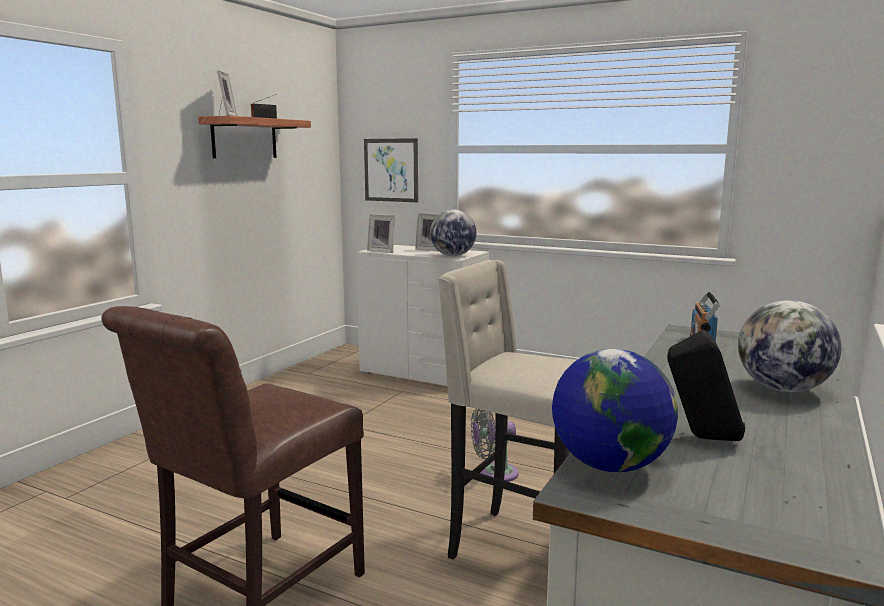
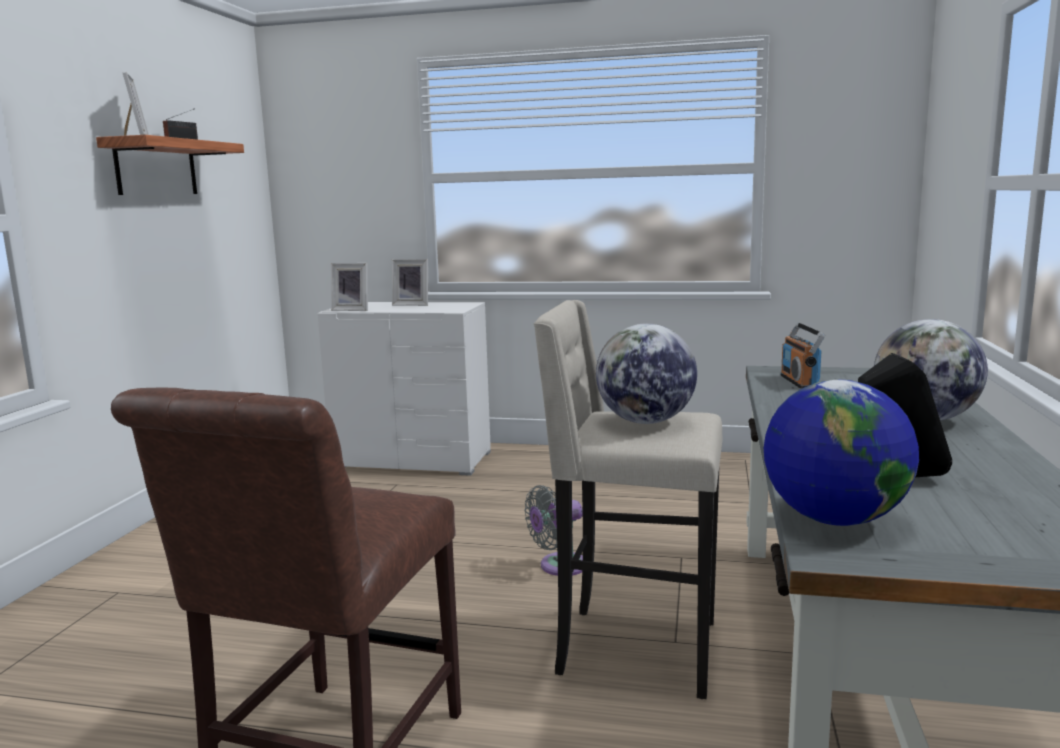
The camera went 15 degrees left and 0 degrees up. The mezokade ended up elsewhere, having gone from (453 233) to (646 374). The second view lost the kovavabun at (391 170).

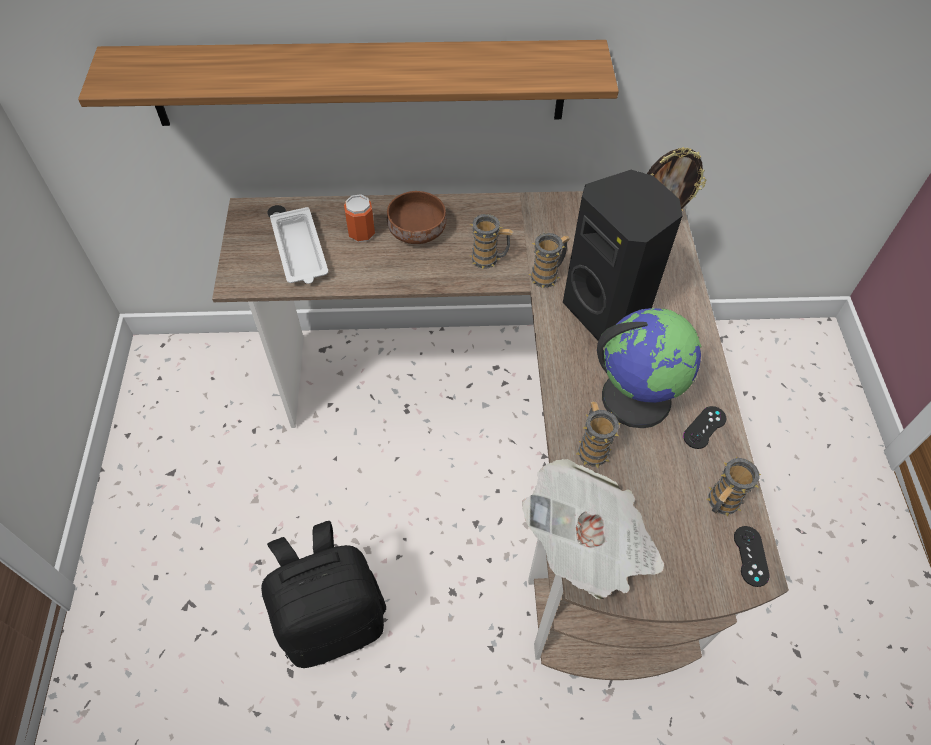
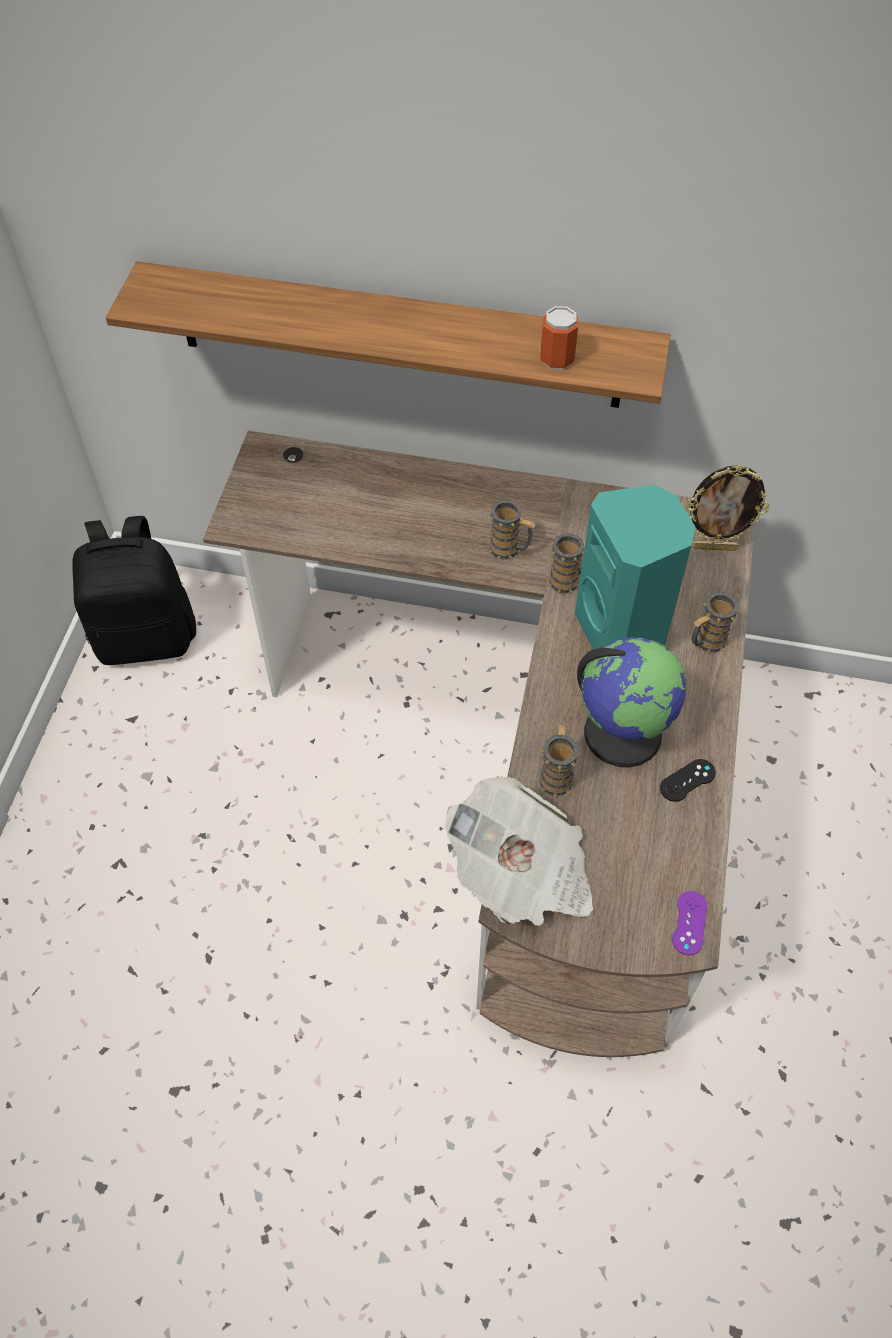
The camera went 15 degrees right and 0 degrees up. The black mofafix ended up elsewhere, having gone from (323 594) to (134 590). The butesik ended up elsewhere, having gone from (359 218) to (559 338). What was the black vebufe at (622 255) turned into the turquoise vebufe at (635 567). What was the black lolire at (752 556) turned into the purple lolire at (689 923). The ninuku ended up elsewhere, having gone from (733 487) to (716 622). The second view lost the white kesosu at (299 245). The second view lost the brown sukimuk at (416 217).

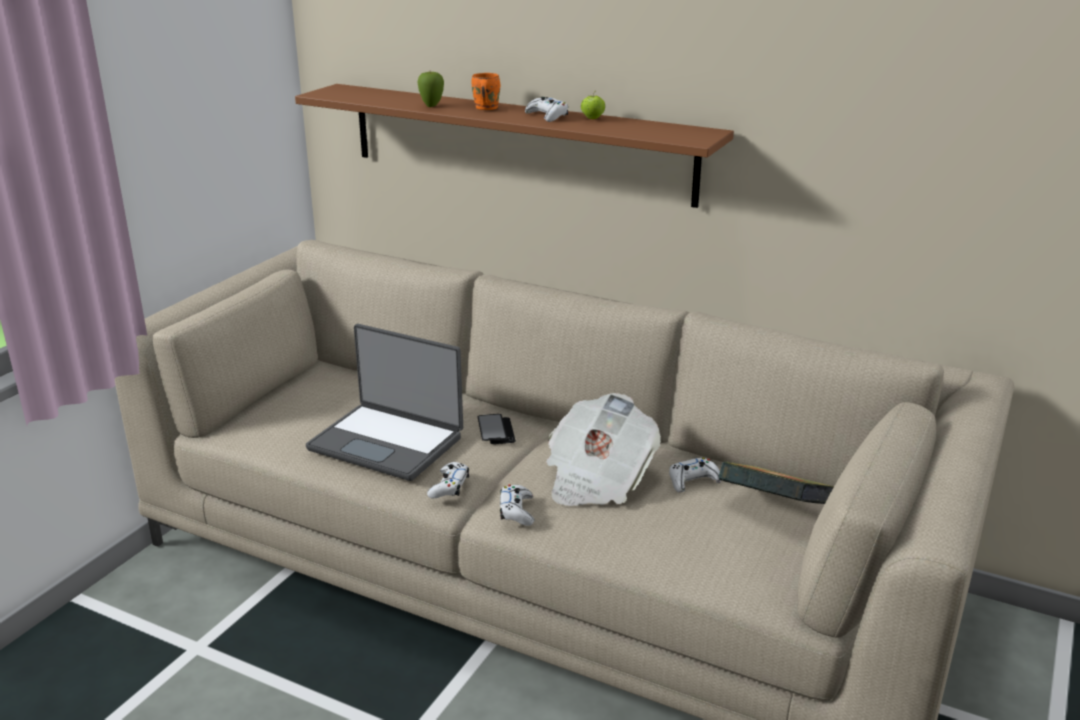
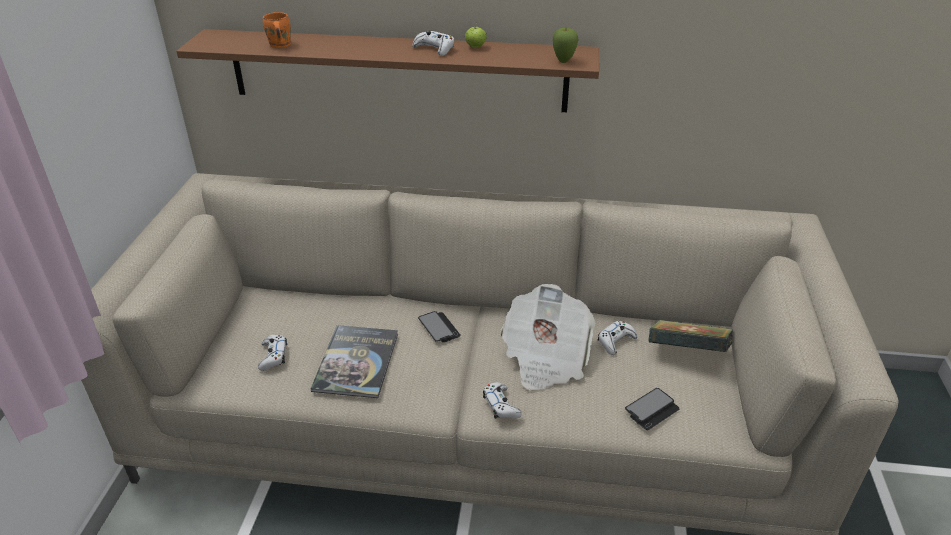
The camera went 20 degrees left and 10 degrees up. The white lolire ended up elsewhere, having gone from (448 480) to (272 353). The orange ninuku ended up elsewhere, having gone from (486 91) to (277 30). Where the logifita stood at (384 402), the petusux came to stand at (354 361). The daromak ended up elsewhere, having gone from (430 89) to (566 45). The second view gained the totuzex at (652 409).

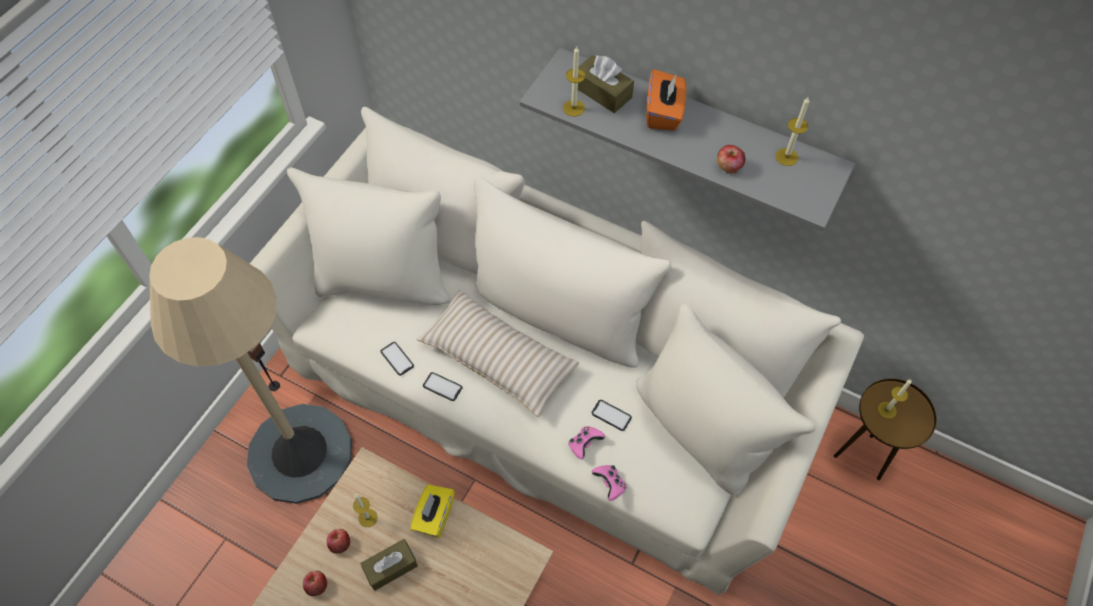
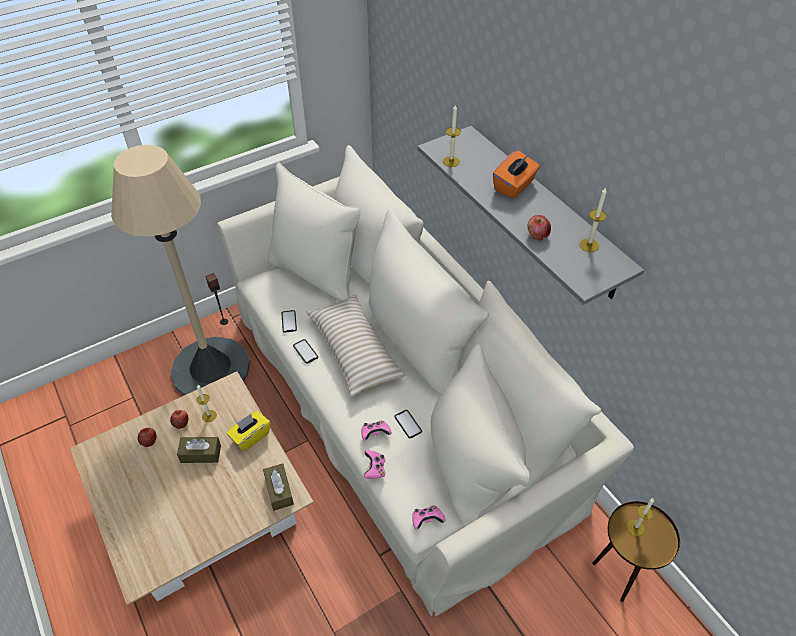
The camera went 30 degrees right and 10 degrees down. The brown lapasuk ended up elsewhere, having gone from (606 84) to (278 487). The second view gained the pink lolire at (428 517).

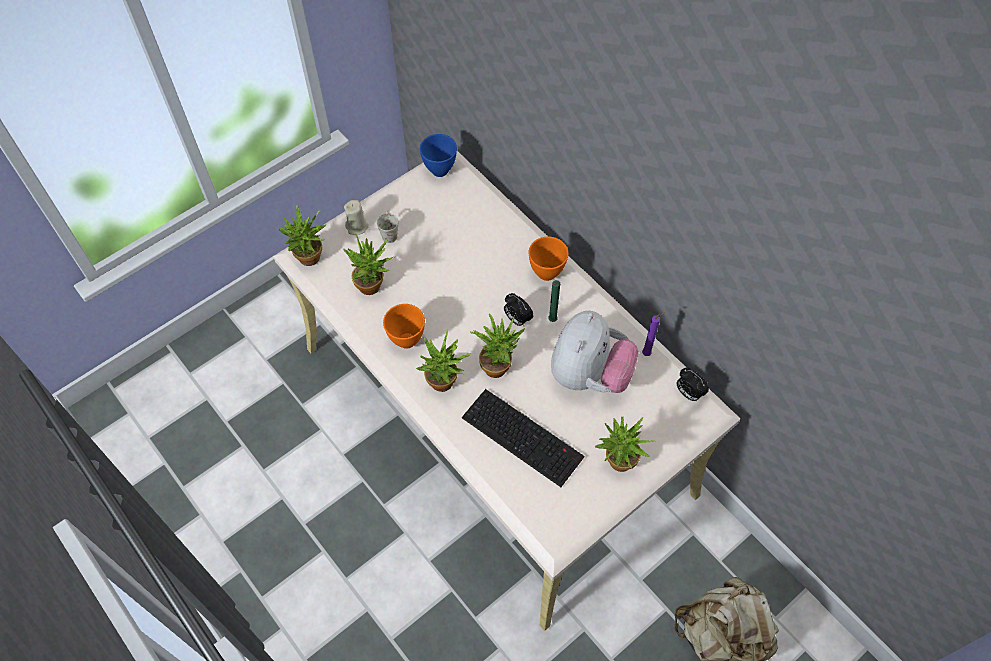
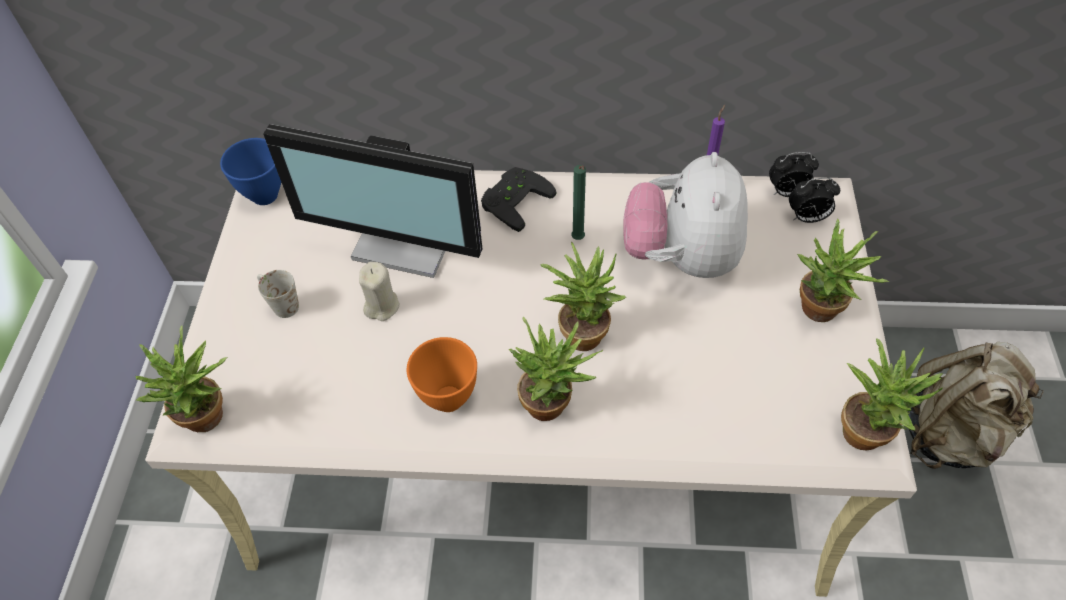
The camera went 45 degrees left and 5 degrees down. The second view gained the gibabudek at (373 201). The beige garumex ended up elsewhere, having gone from (356 217) to (379 291). Where the orange sukimuk stood at (548 259), the black lolire came to stand at (519 199). The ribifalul at (595 352) ended up facing another way, 150 degrees counterclockwise from before. The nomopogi ended up elsewhere, having gone from (518 309) to (814 200). The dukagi ended up elsewhere, having gone from (369 264) to (892 394). The second view lost the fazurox at (523 438).

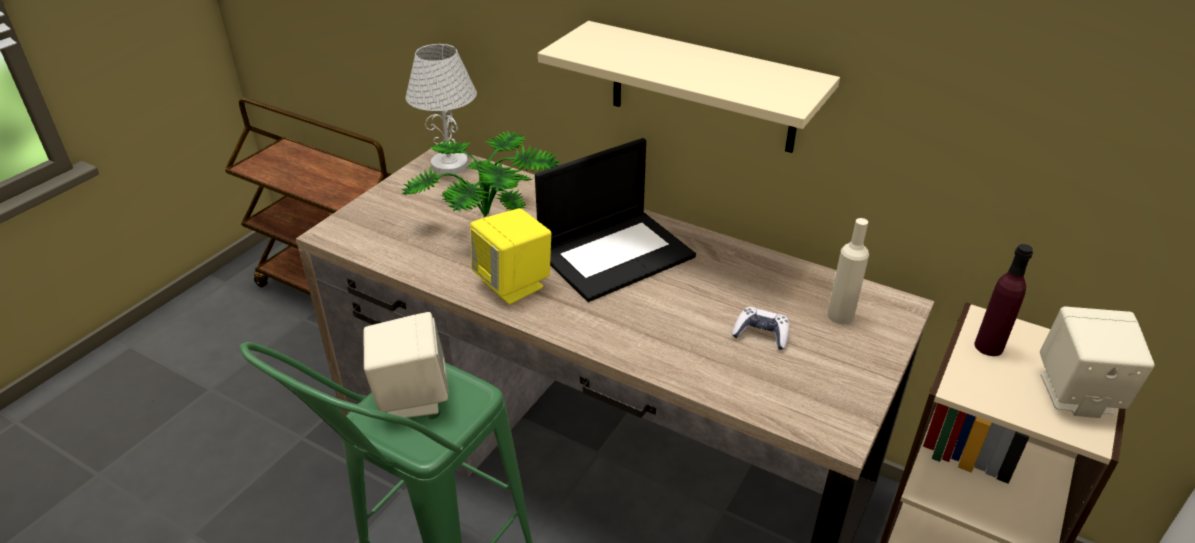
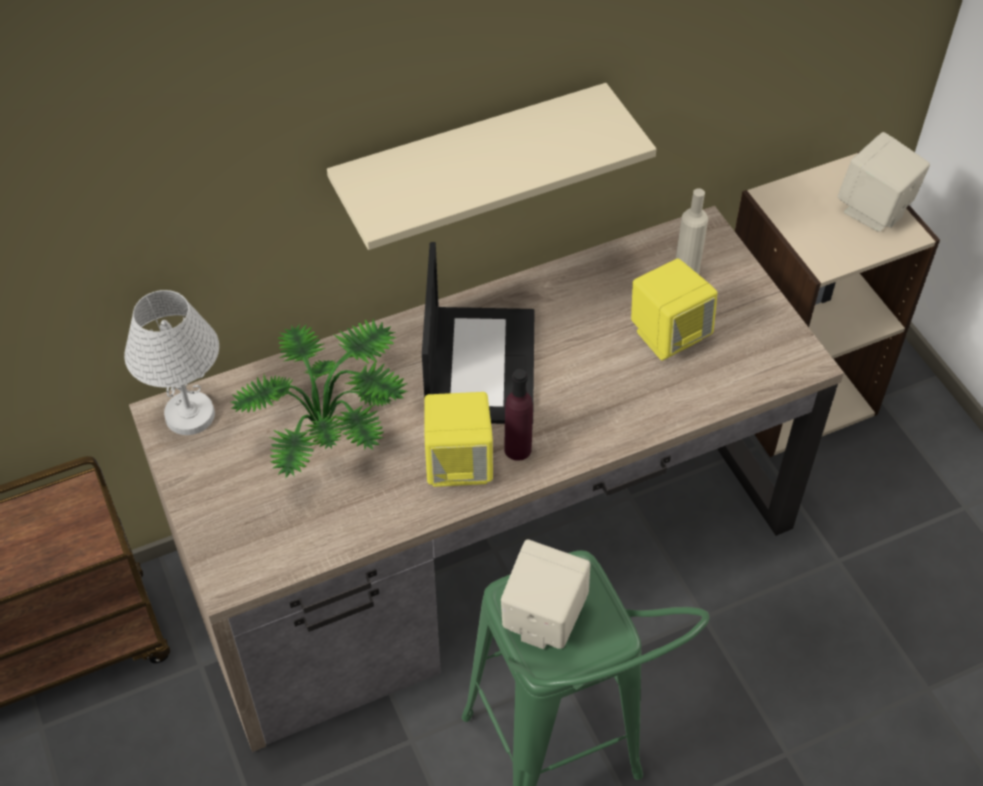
The camera went 55 degrees left and 15 degrees up. The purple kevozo ended up elsewhere, having gone from (1003 300) to (518 415). Where the lolire stood at (760 328), the yellow vebufe came to stand at (674 309).

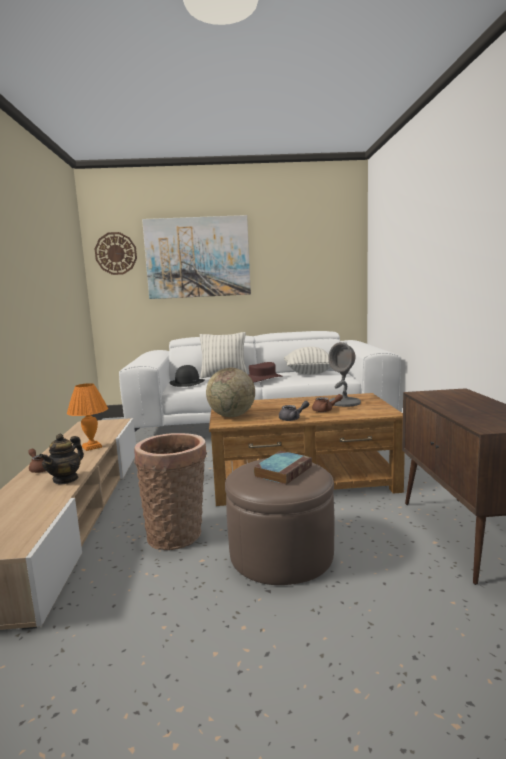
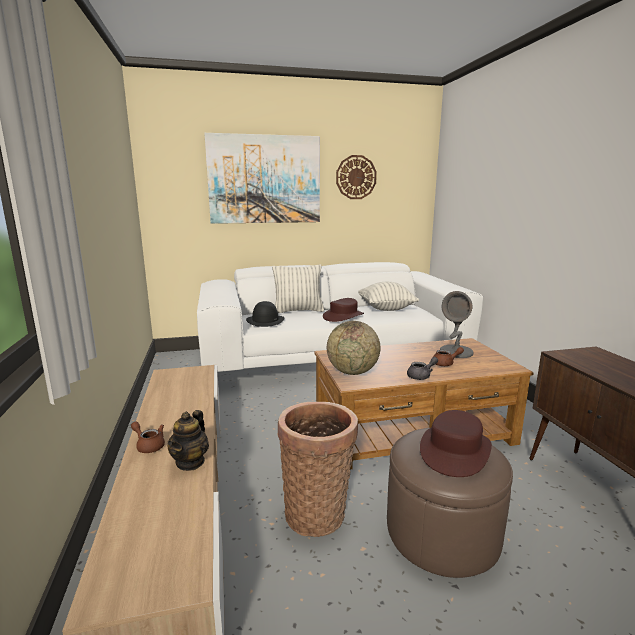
The camera went 10 degrees left and 5 degrees up. The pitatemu ended up elsewhere, having gone from (116 253) to (356 177). Where the petusux stood at (282 468), the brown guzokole came to stand at (456 443). The second view lost the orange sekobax at (87 417).

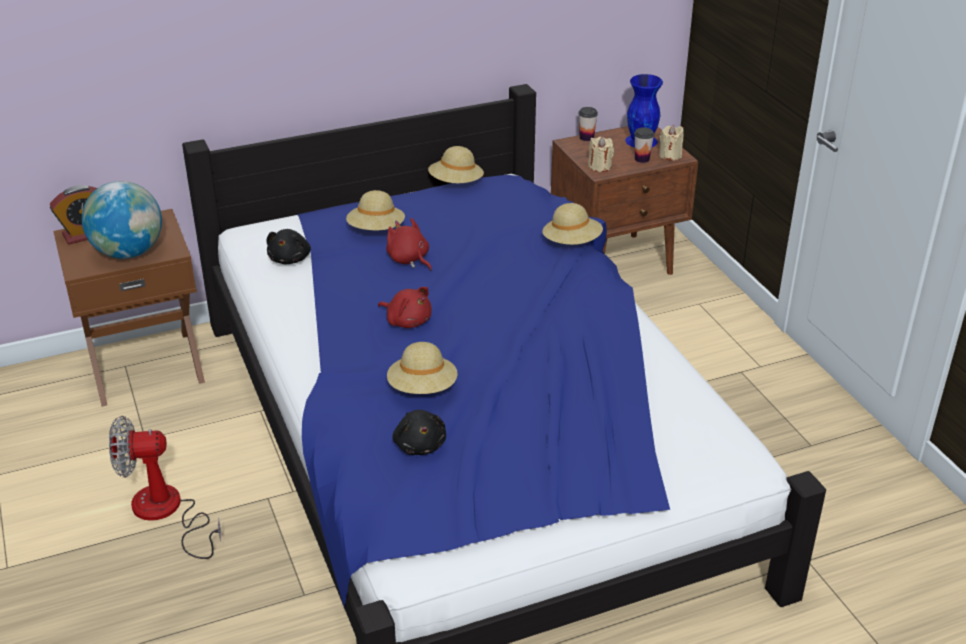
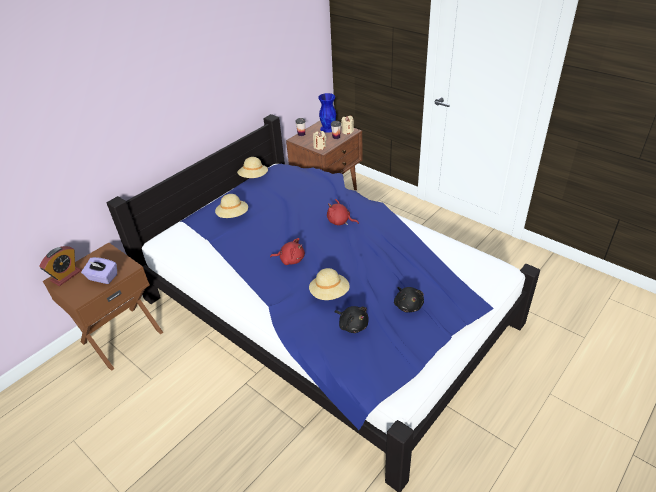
The camera went 25 degrees left and 5 degrees up. Where the mezokade stood at (122 220), the purple lapasuk came to stand at (99 270). The red ribifalul ended up elsewhere, having gone from (409 244) to (343 212). The black ribifalul ended up elsewhere, having gone from (288 246) to (409 299). The second view lost the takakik at (165 487). The second view lost the beige guzokole at (572 224).

